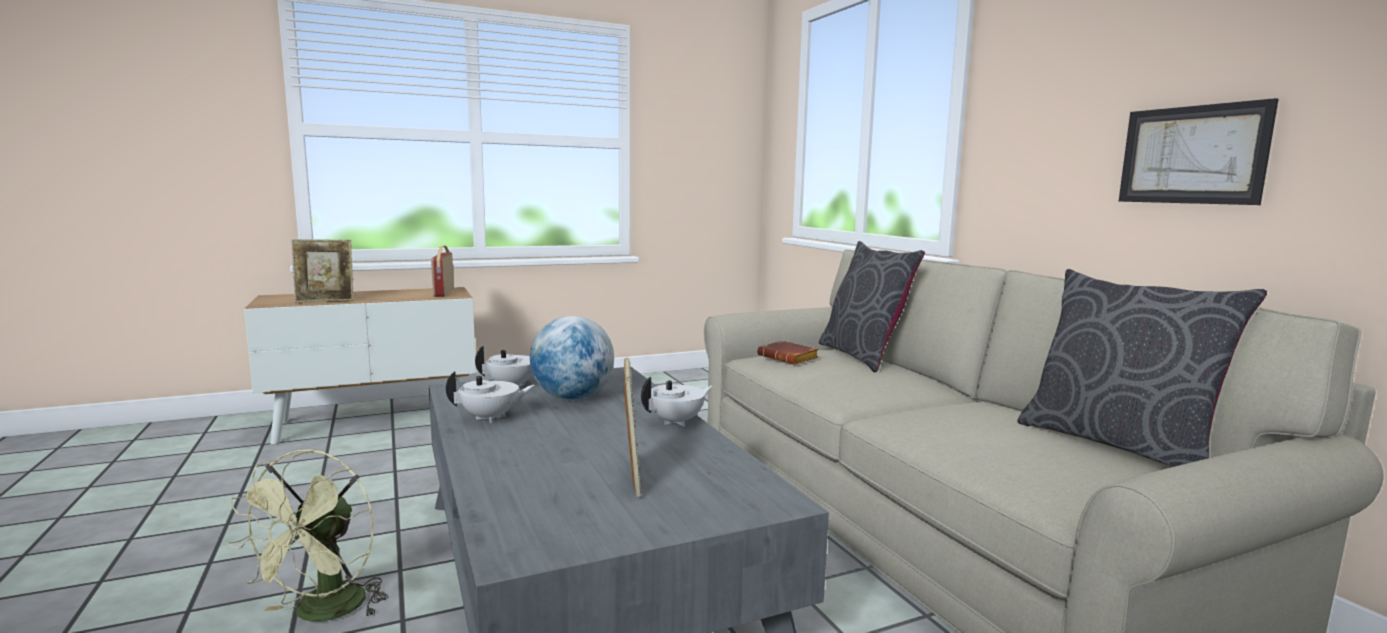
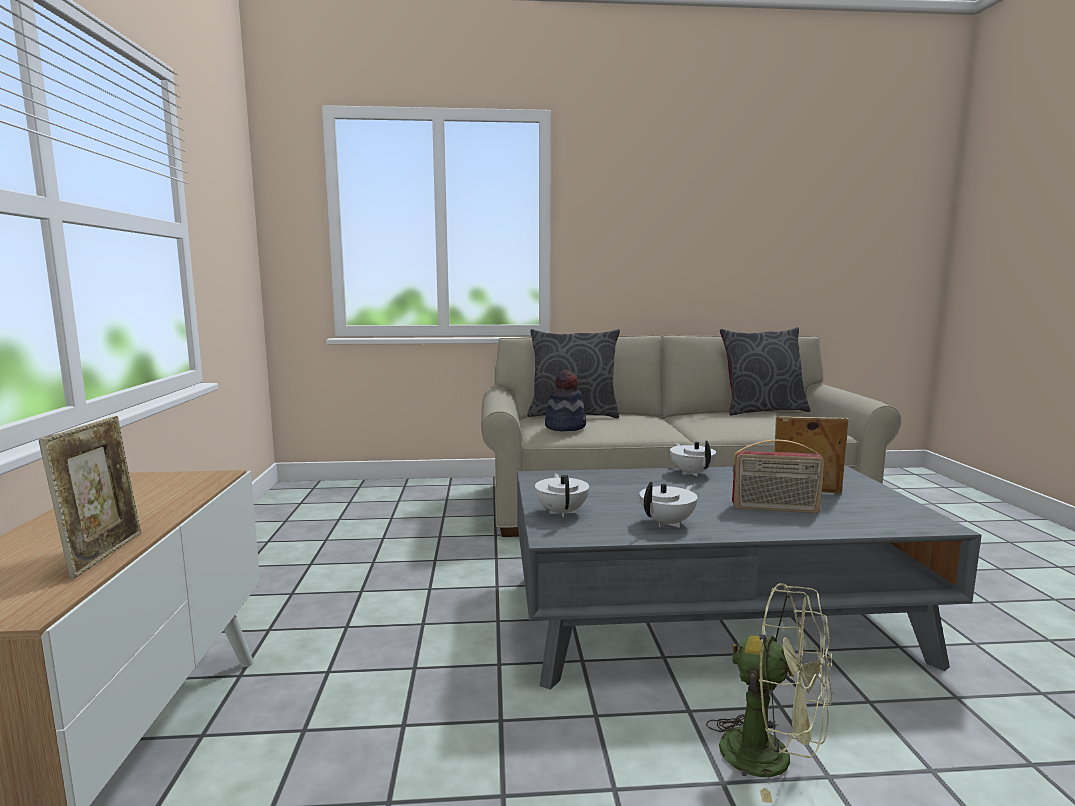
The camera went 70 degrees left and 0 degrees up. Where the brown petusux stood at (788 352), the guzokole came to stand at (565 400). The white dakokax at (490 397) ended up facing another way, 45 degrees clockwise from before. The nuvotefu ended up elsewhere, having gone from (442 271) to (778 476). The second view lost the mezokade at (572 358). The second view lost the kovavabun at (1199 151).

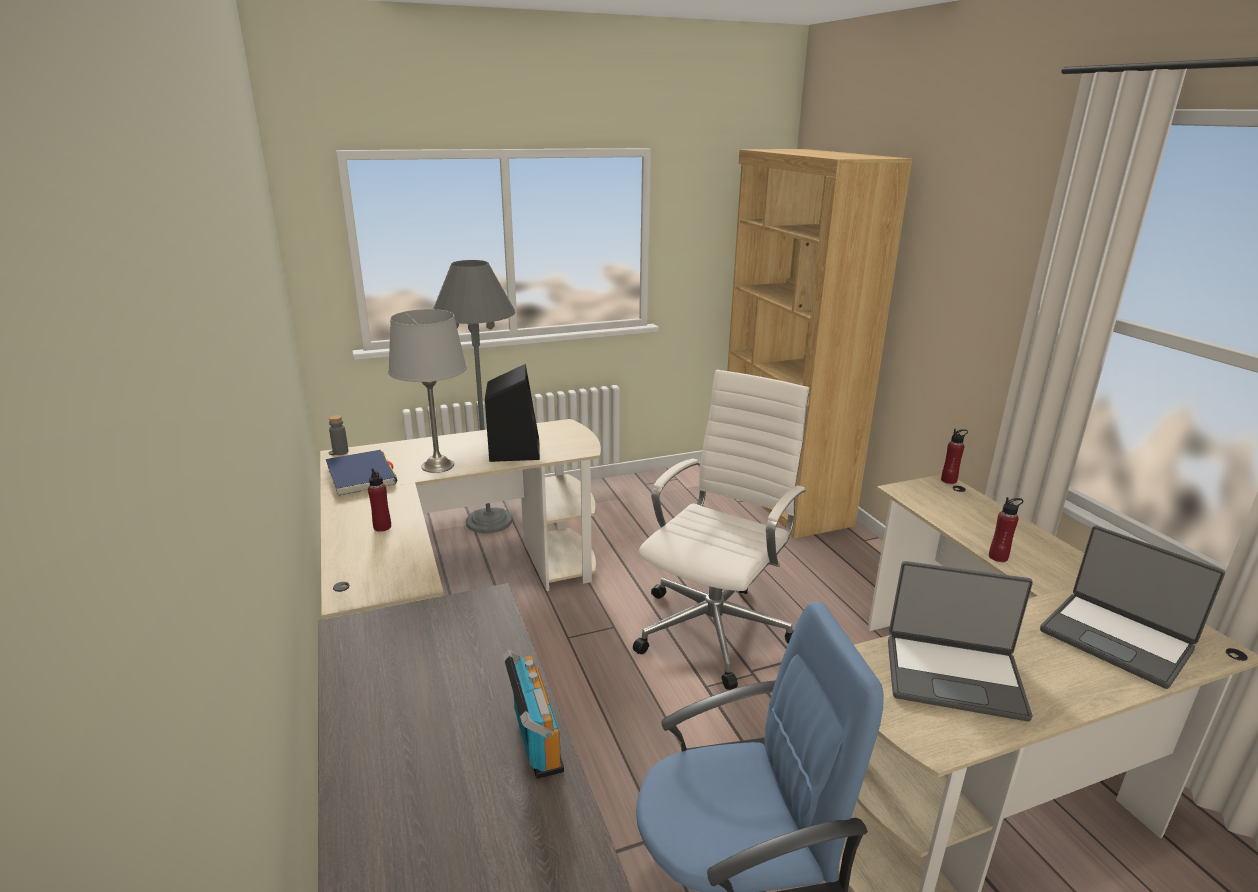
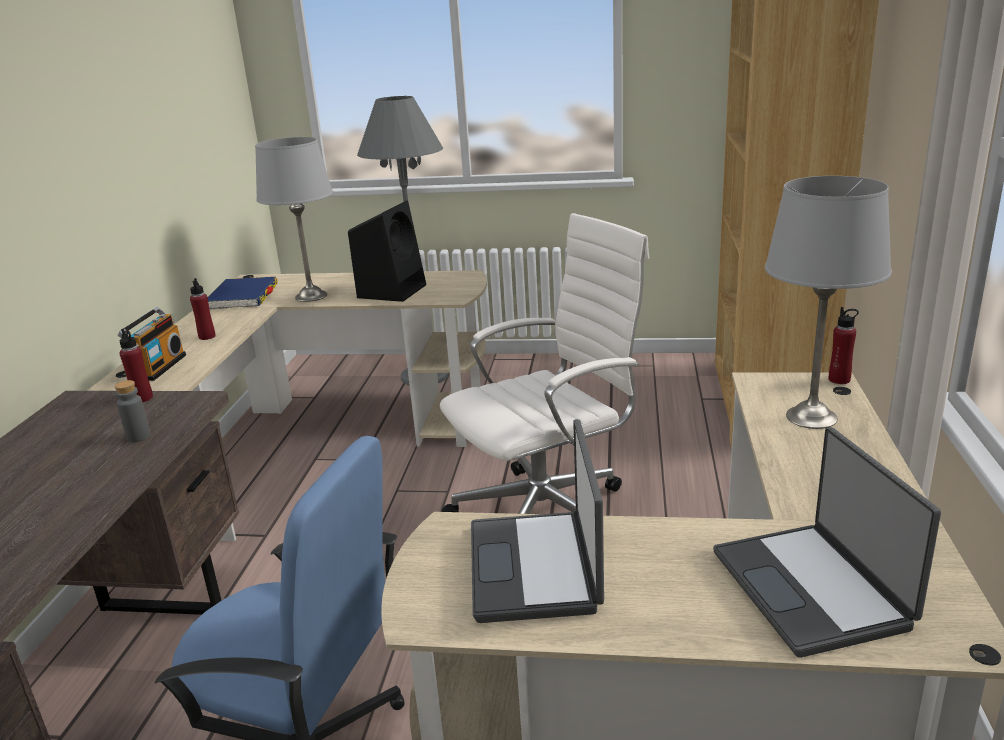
The camera went 30 degrees right and 0 degrees up. The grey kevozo ended up elsewhere, having gone from (339 435) to (132 411). The nuvotefu ended up elsewhere, having gone from (533 714) to (152 344). The red kevozo ended up elsewhere, having gone from (1006 529) to (136 365). The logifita at (960 641) ended up facing another way, 45 degrees clockwise from before. The second view gained the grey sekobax at (828 302).

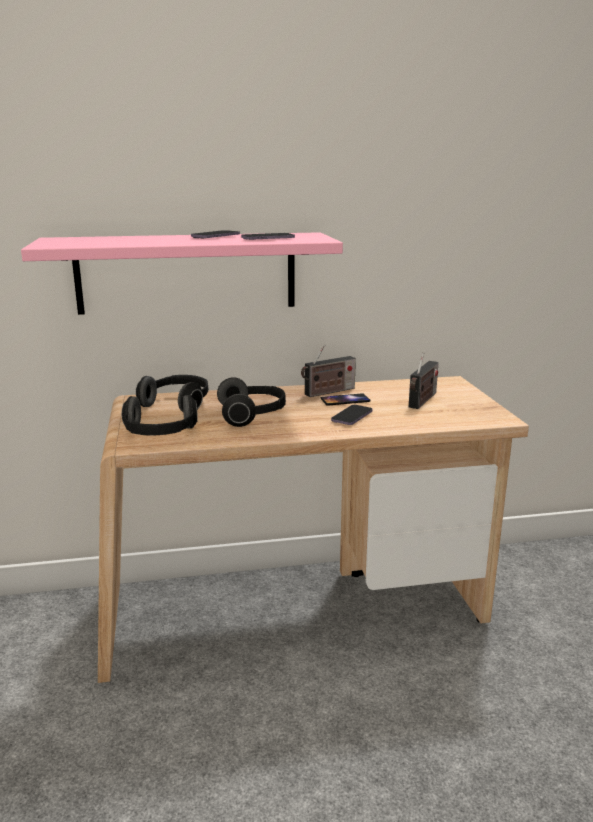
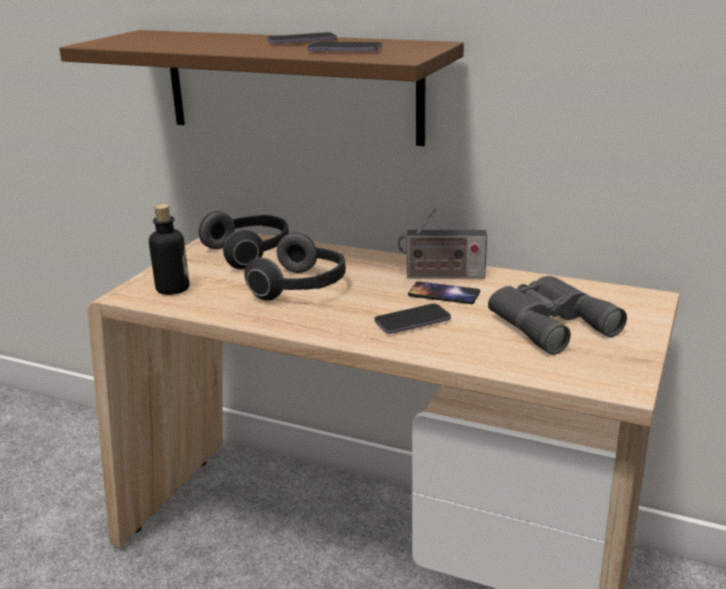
The camera went 35 degrees right and 5 degrees up. What was the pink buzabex at (182 273) turned into the brown buzabex at (261 88). Where the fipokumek stood at (160 415), the kevozo came to stand at (169 249). Where the nuvotefu stood at (424 380), the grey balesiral came to stand at (557 315).

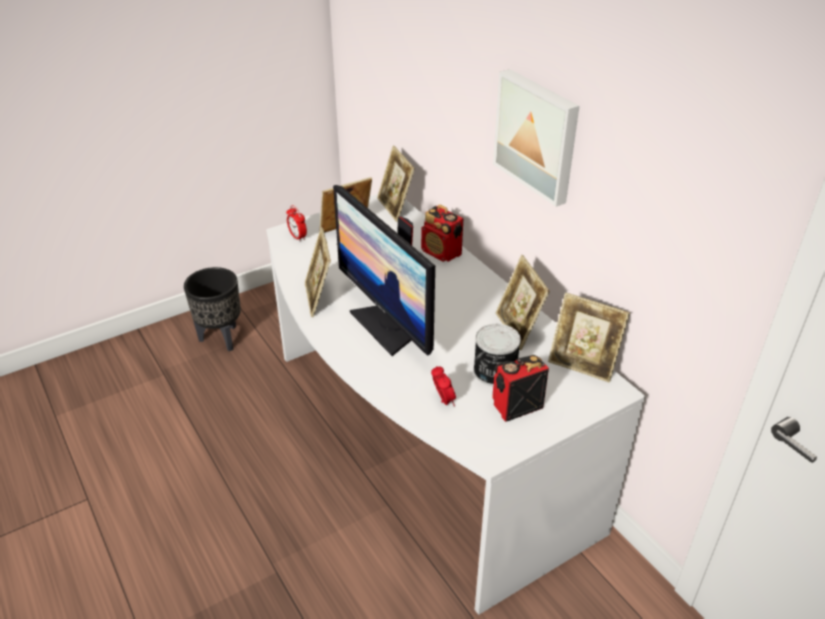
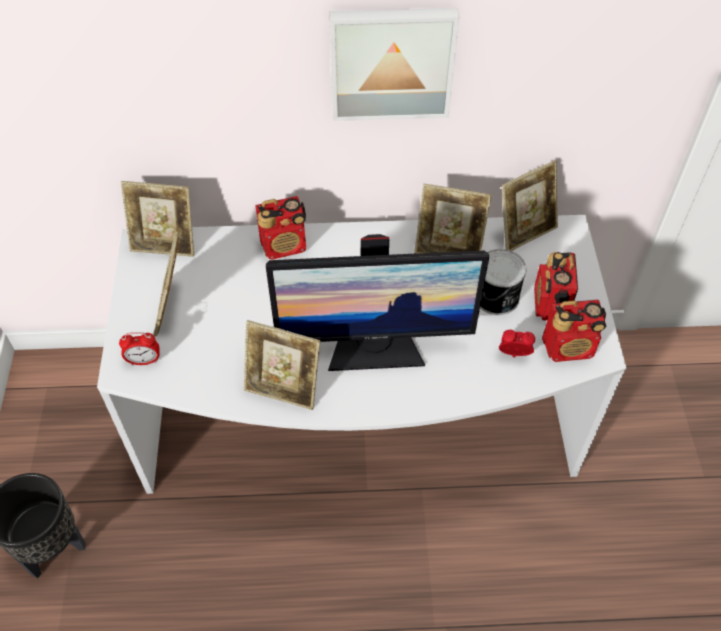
The camera went 60 degrees left and 15 degrees up. The second view gained the nuvotefu at (574 331).

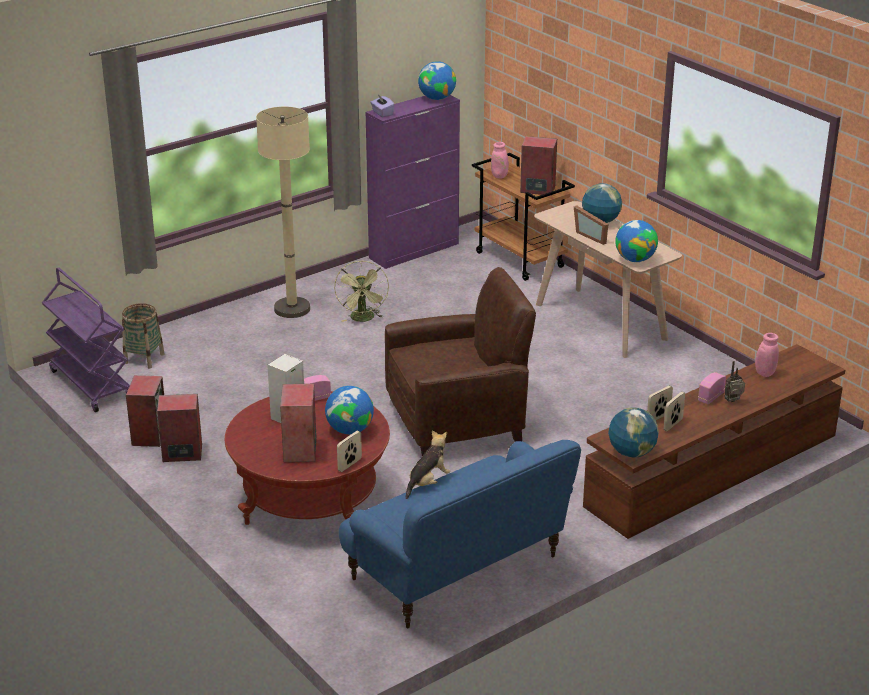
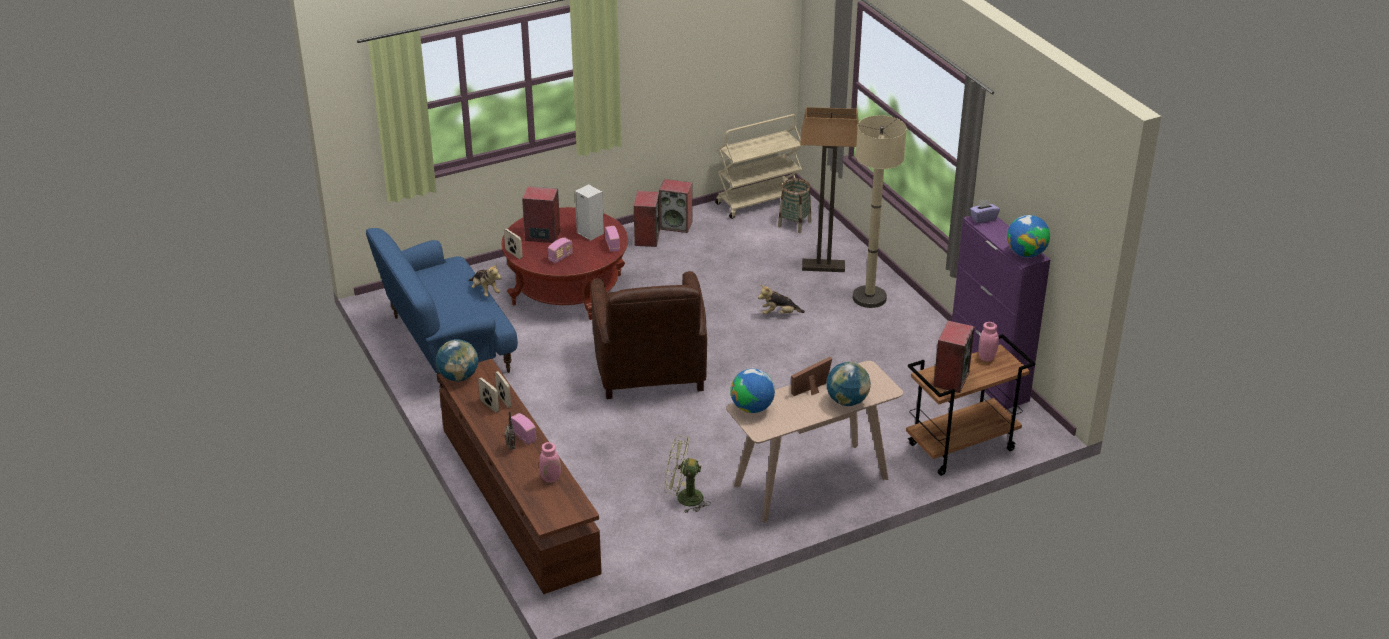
The camera went 100 degrees right and 5 degrees up. Where the mezokade stood at (349 410), the nuvotefu came to stand at (560 250). The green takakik ended up elsewhere, having gone from (361 291) to (688 474). What was the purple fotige at (86 340) turned into the beige fotige at (759 166). The second view gained the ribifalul at (781 299). The second view gained the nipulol at (829 189).

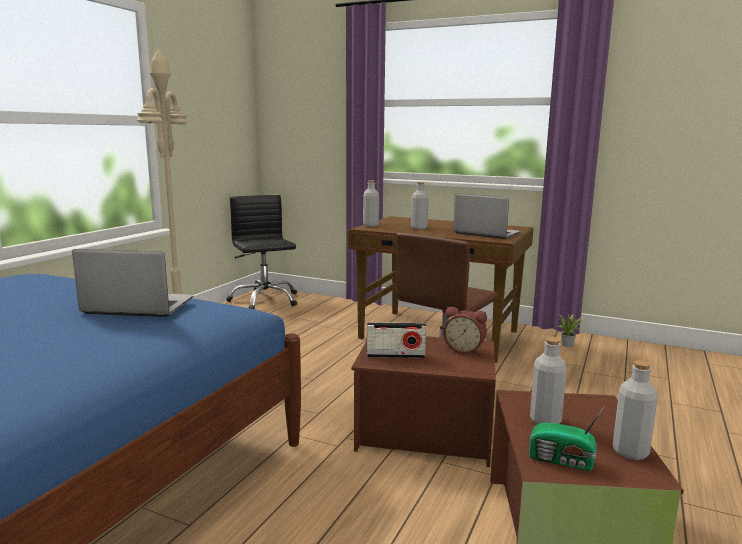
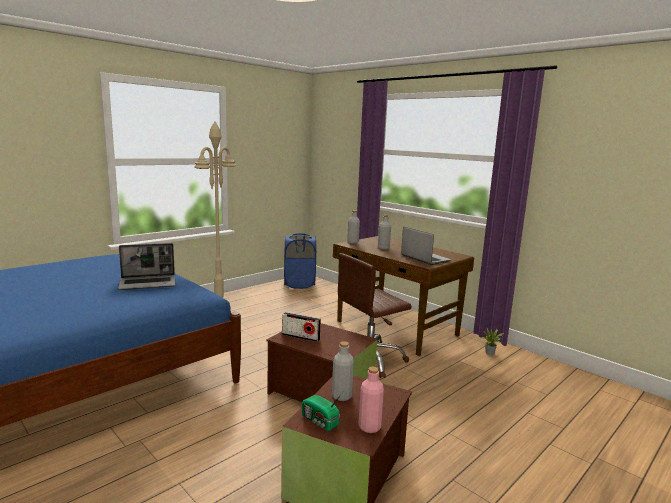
The camera went 20 degrees right and 0 degrees up. The logifita at (133 283) ended up facing another way, 135 degrees clockwise from before. Where the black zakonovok stood at (261 252), the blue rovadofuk came to stand at (300 261). What was the grey kevozo at (635 410) turned into the pink kevozo at (371 400). The second view lost the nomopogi at (465 330).

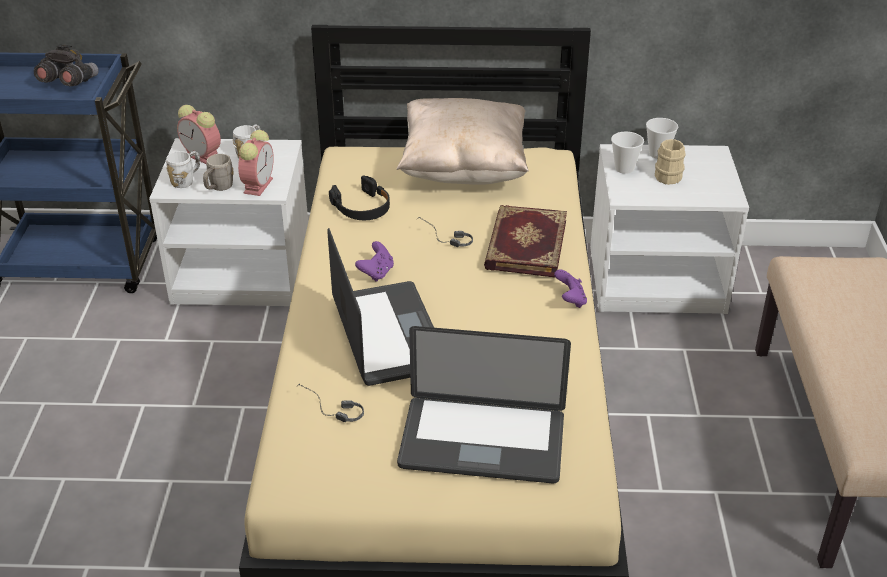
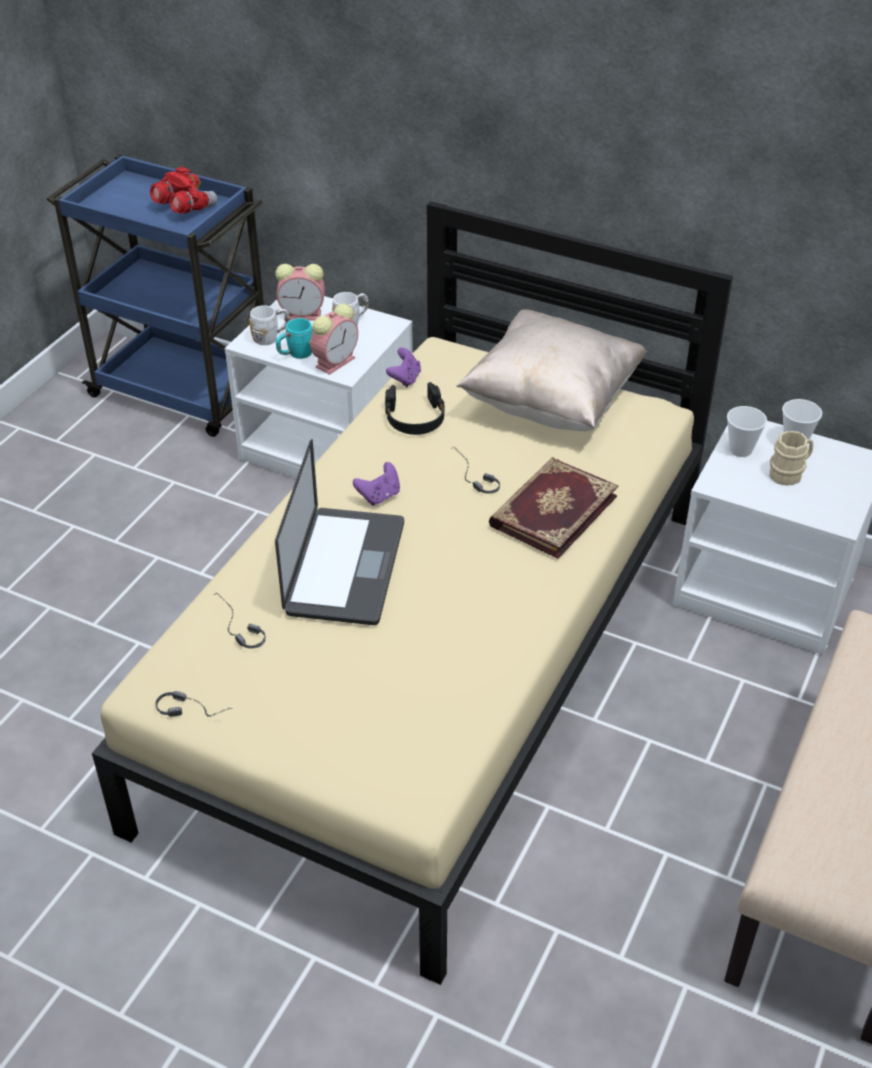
The camera went 25 degrees right and 5 degrees up. What was the grey balesiral at (66 65) turned into the red balesiral at (183 190). The second view gained the fipokumek at (194 704). The nomopogi at (199 134) ended up facing another way, 60 degrees counterclockwise from before. What was the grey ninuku at (218 172) turned into the turquoise ninuku at (294 338). The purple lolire ended up elsewhere, having gone from (570 289) to (403 367). The second view lost the logifita at (484 405).

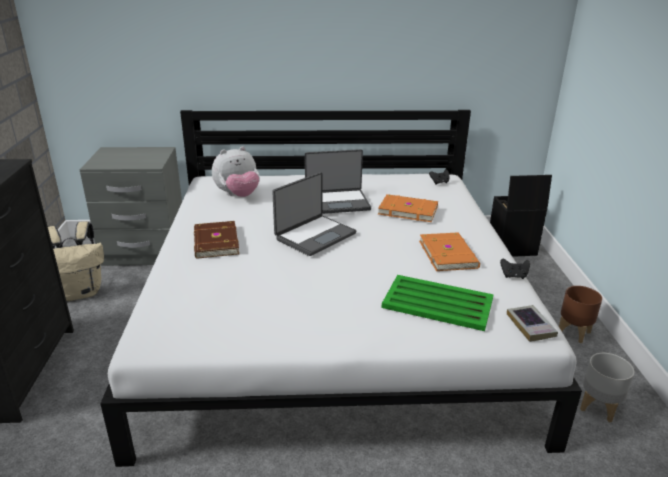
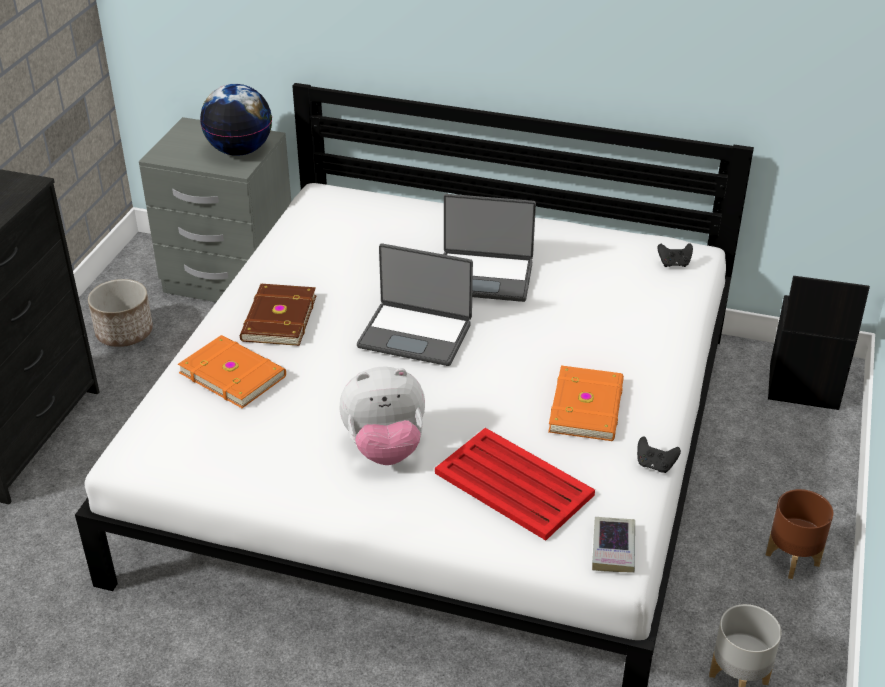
The camera went 20 degrees right and 10 degrees up. Where the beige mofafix stood at (76 261), the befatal came to stand at (120 313). The orange petusux ended up elsewhere, having gone from (408 208) to (232 371). The second view gained the mezokade at (236 120). The ribifalul ended up elsewhere, having gone from (235 172) to (382 416). The logifita at (314 214) ended up facing another way, 45 degrees clockwise from before. What was the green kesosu at (438 303) turned into the red kesosu at (515 484).

